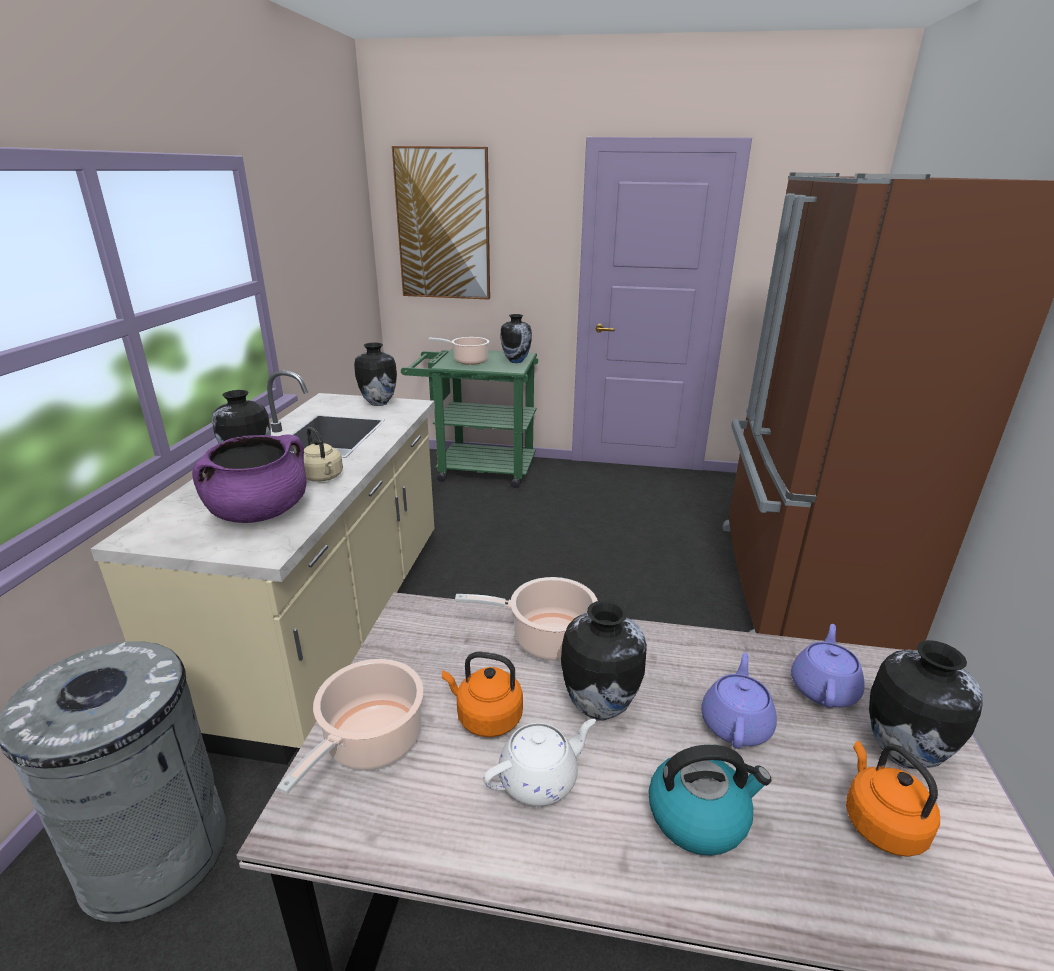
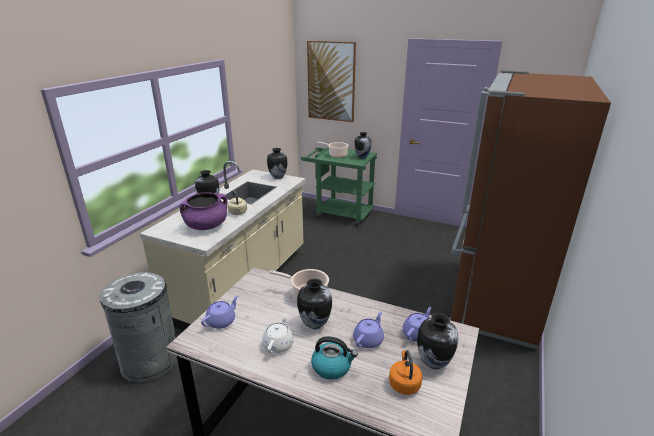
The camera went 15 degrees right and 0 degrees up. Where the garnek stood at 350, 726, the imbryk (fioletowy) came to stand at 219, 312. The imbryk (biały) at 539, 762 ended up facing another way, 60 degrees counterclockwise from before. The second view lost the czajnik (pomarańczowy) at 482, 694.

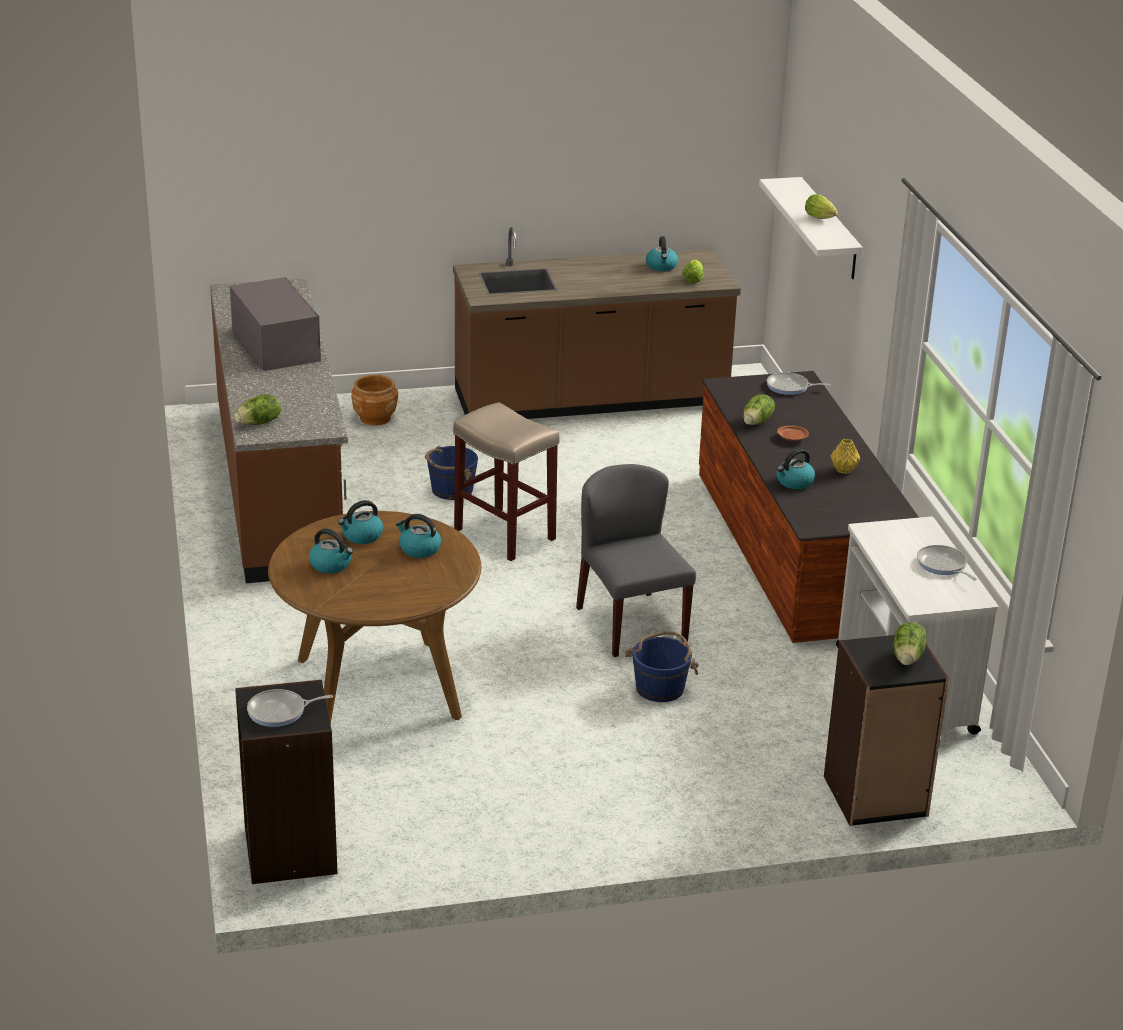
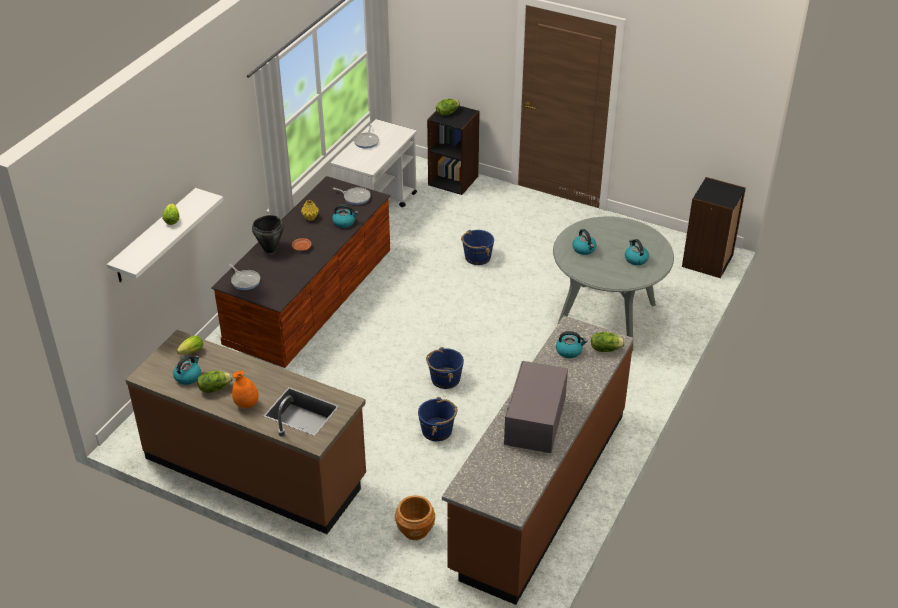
The camera went 140 degrees left and 10 degrees up. The sałata ended up elsewhere, having gone from 759, 409 to 215, 382. The second view gained the wazon (pomarańczowy) at 245, 389. The second view gained the garnek (czarny) at 268, 234. The patelnia ended up elsewhere, having gone from 290, 708 to 352, 196. Where the stołek (beżowy) stood at 506, 481, the wiadro (niebieski) came to stand at 445, 368. What was the stół jadalny (brązowy) at 374, 618 turned into the stół jadalny (szary) at 613, 283. The czajnik ended up elsewhere, having gone from 360, 522 to 571, 344. The second view lost the krzesło (szary) at 636, 560.

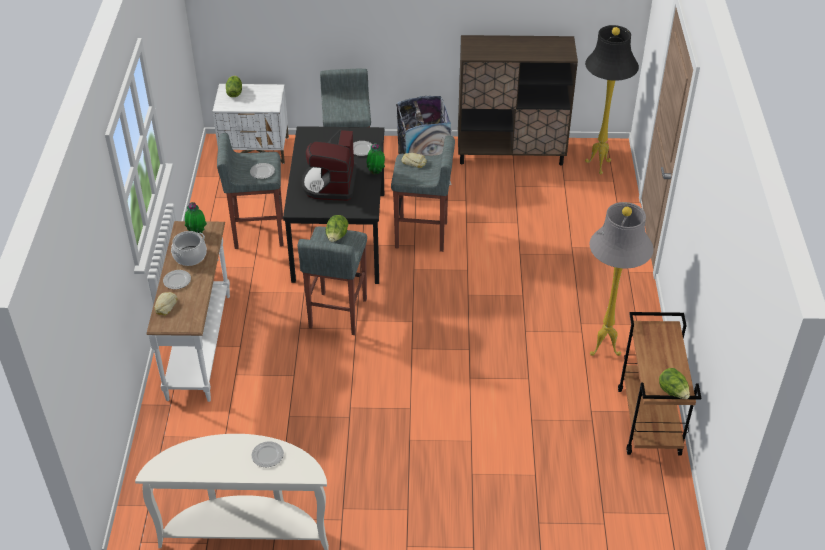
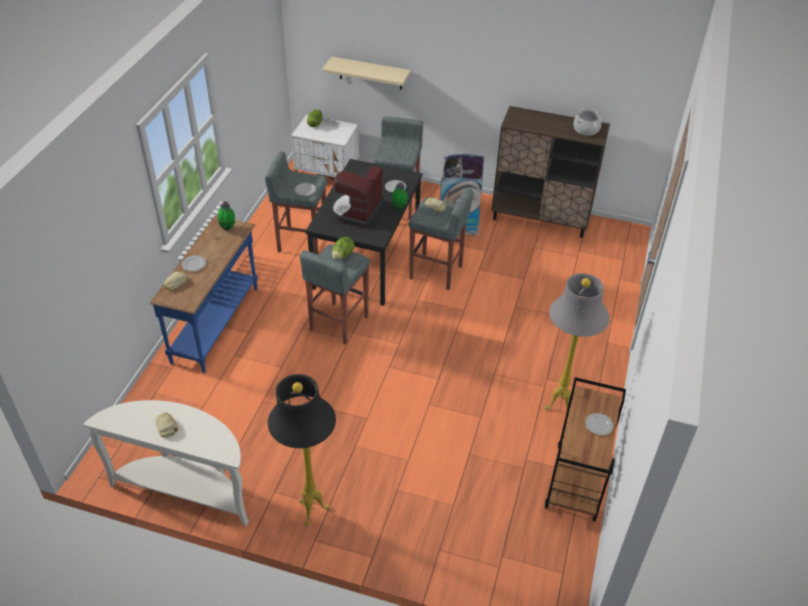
The camera went 15 degrees right and 0 degrees up. What was the stolik konsolowy (biały) at 188, 311 turned into the stolik konsolowy (niebieski) at 204, 294. The second view gained the chleb at 167, 424. The lampa stojąca (czarny) ended up elsewhere, having gone from 612, 99 to 302, 450. The second view gained the półka (beżowy) at 366, 73. The garnek ended up elsewhere, having gone from 189, 248 to 588, 122. The talerz ended up elsewhere, having gone from 267, 454 to 599, 424. The second view lost the sałata at 674, 383.

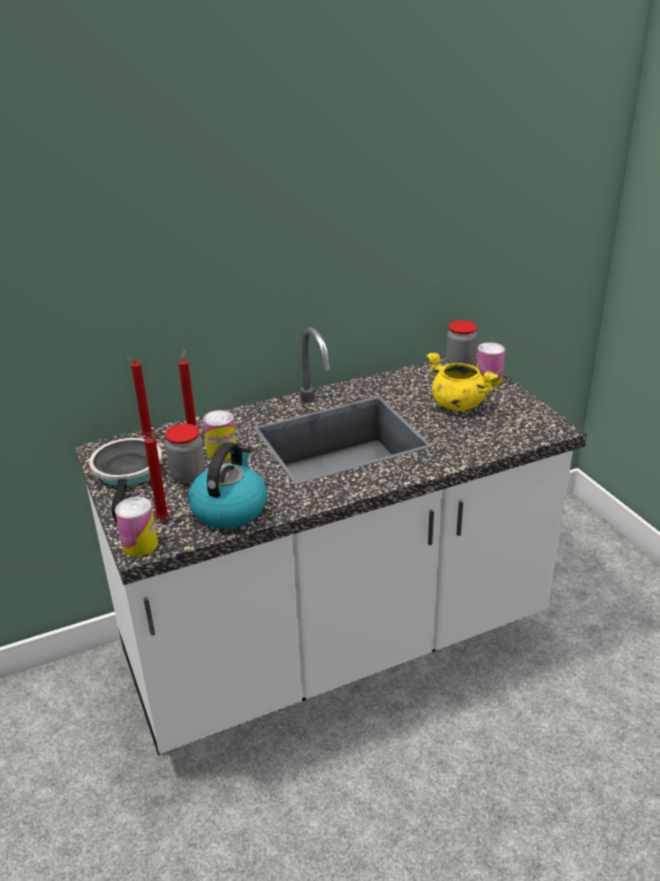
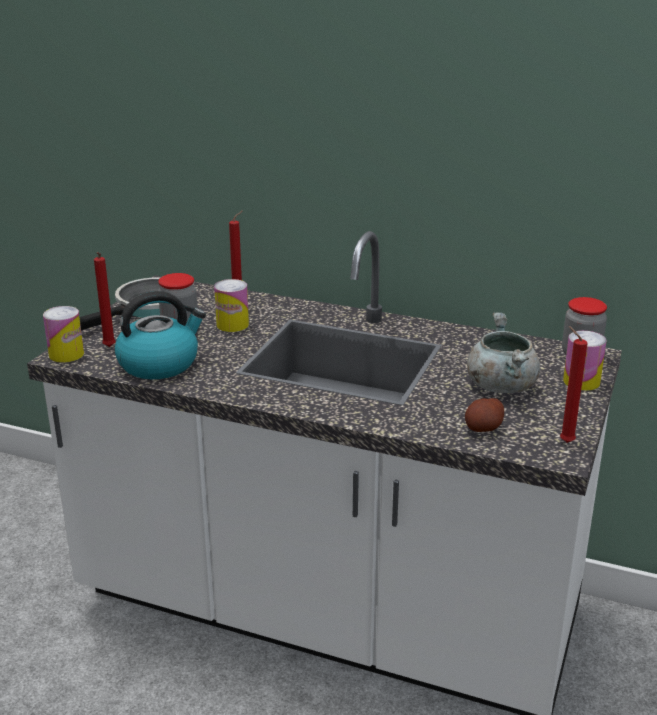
The camera went 45 degrees right and 5 degrees down. The second view gained the ziemniak at 484, 415. What was the garnek (żółty) at 462, 382 turned into the garnek (szary) at 503, 352. The świeca (czerwony) ended up elsewhere, having gone from 138, 396 to 574, 384.

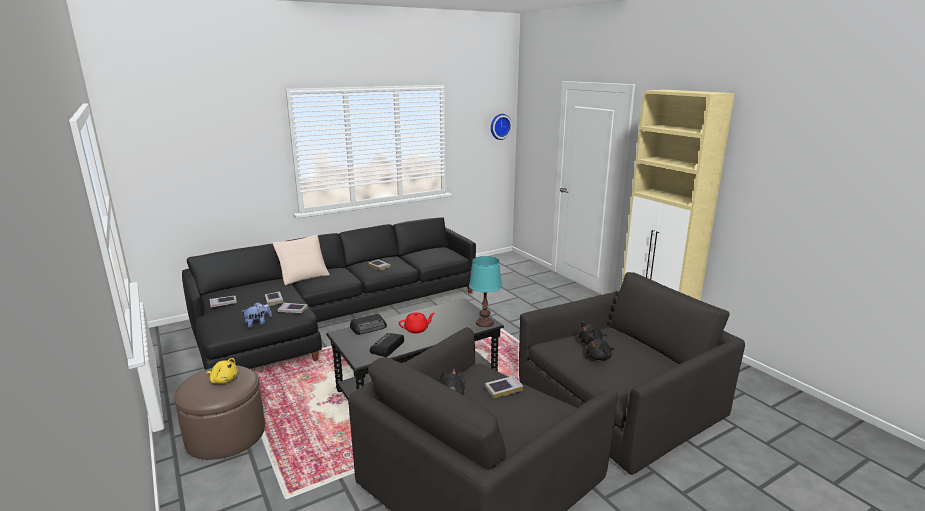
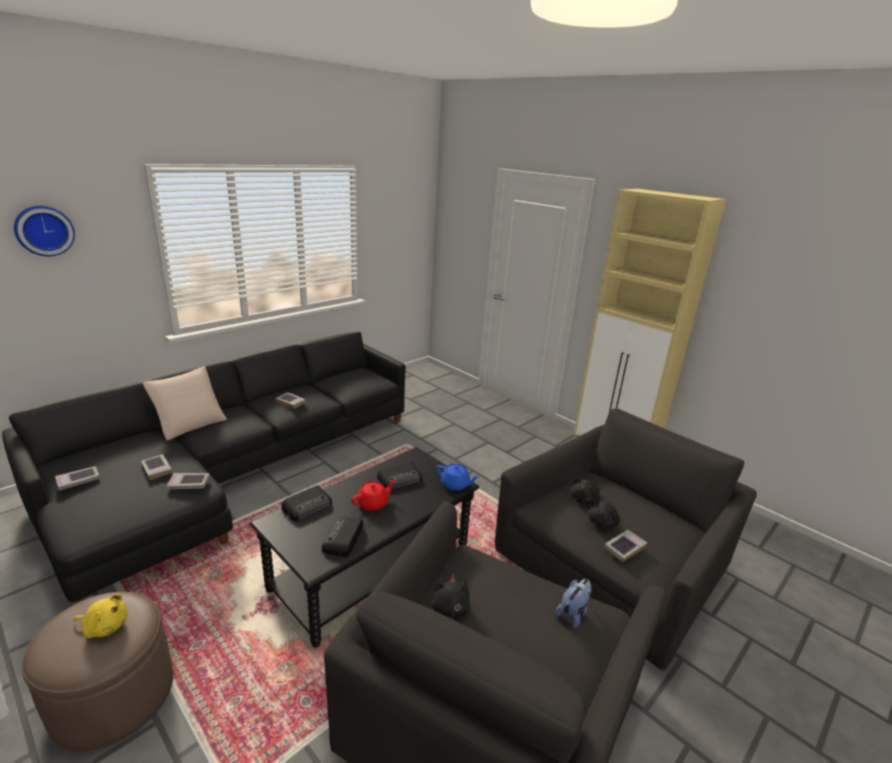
The camera went 15 degrees left and 5 degrees up. The zegar ścienny ended up elsewhere, having gone from 501, 127 to 44, 231. The second view gained the radio at 399, 475. Where the lampa stołowa (turkusowy) stood at 485, 292, the imbryk (niebieski) came to stand at 457, 477. The pluszak ended up elsewhere, having gone from 256, 315 to 573, 603. The książka ended up elsewhere, having gone from 504, 387 to 625, 546.

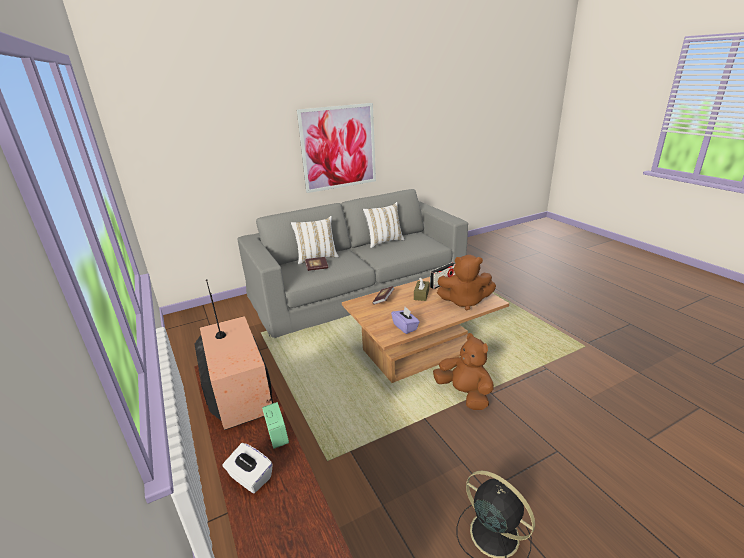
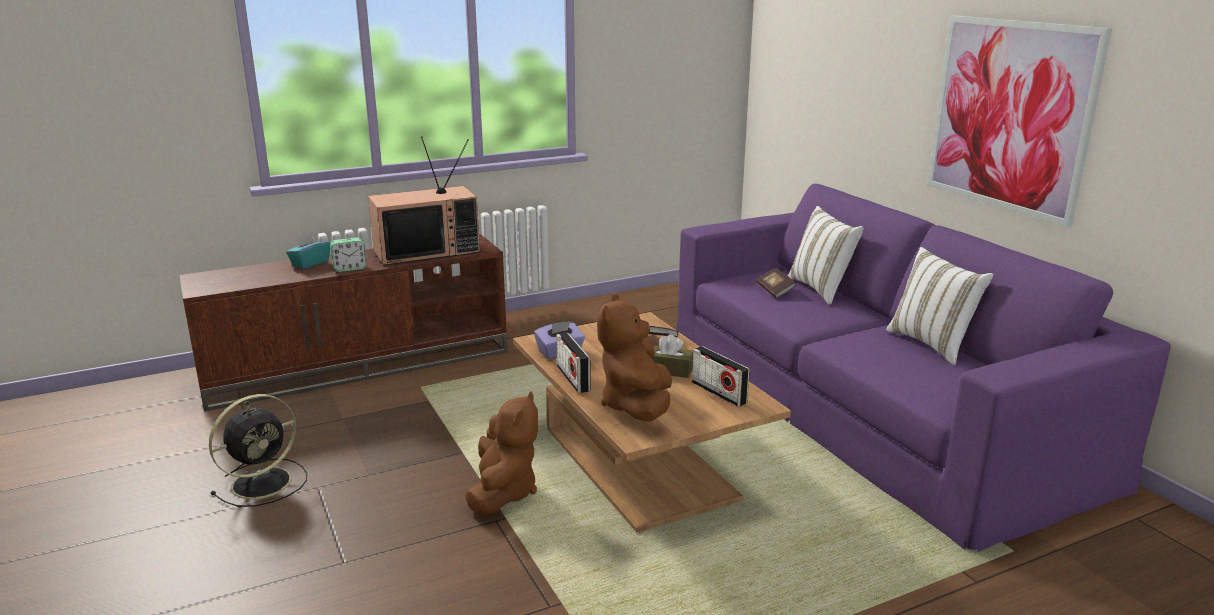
The camera went 90 degrees right and 5 degrees down. What was the pudełko chusteczek (biały) at 247, 468 turned into the pudełko chusteczek (turkusowy) at 308, 251. The pluszak (brązowy) at 463, 371 ended up facing another way, 45 degrees counterclockwise from before. The second view gained the radio at 573, 363. What was the kanapa (szary) at 353, 263 turned into the kanapa (fioletowy) at 923, 368.

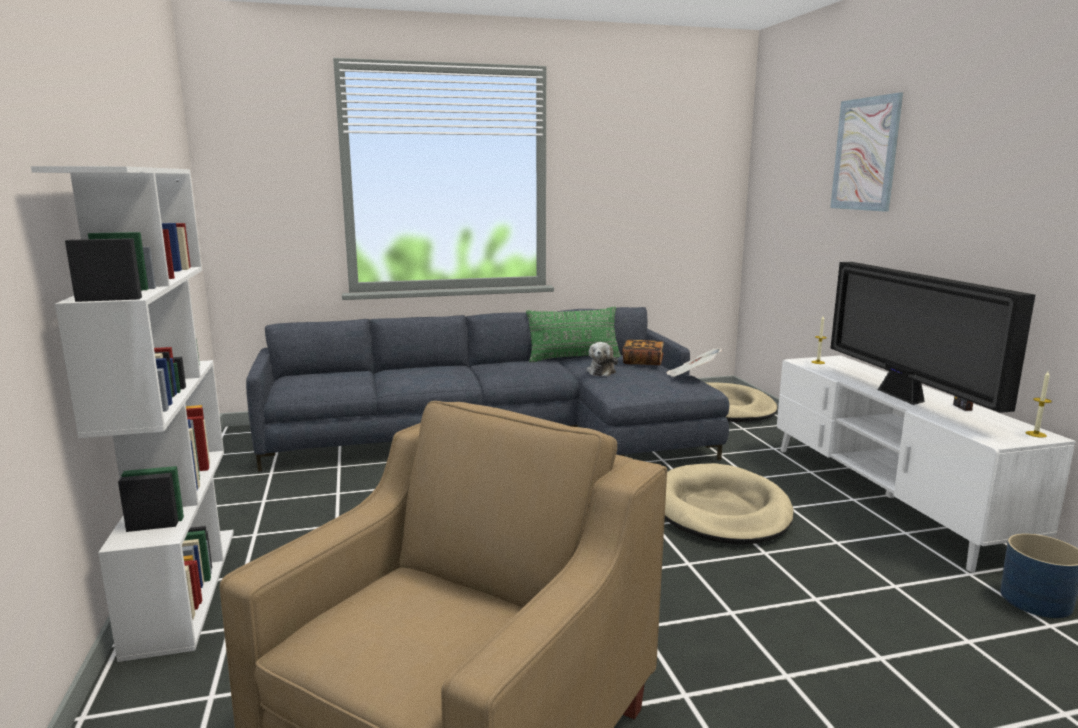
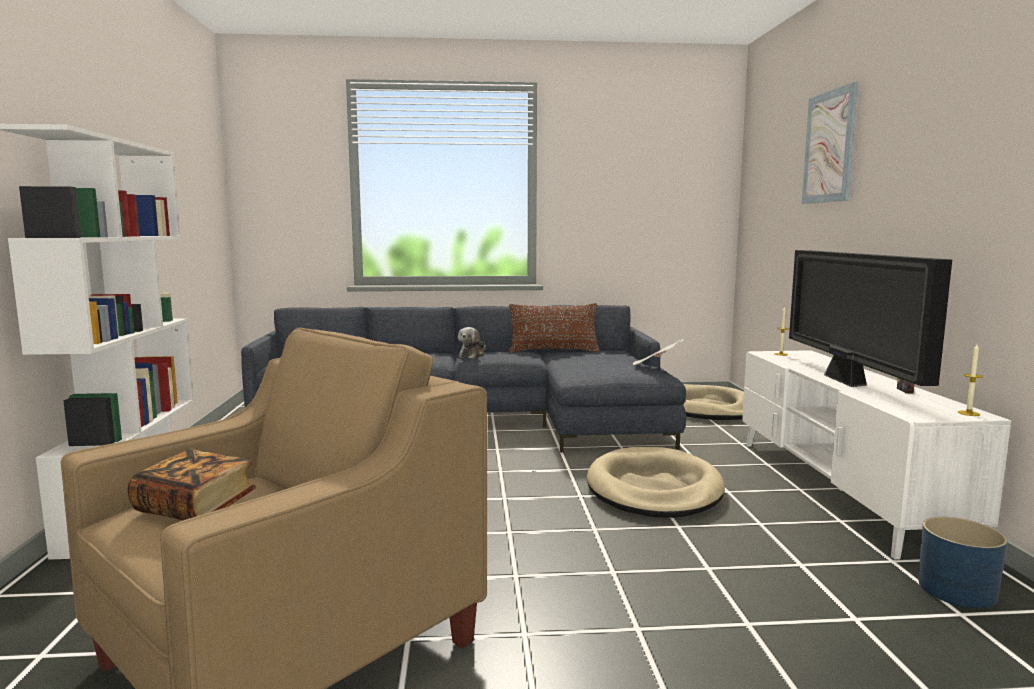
The camera went 10 degrees right and 5 degrees down. The książka ended up elsewhere, having gone from 643, 352 to 191, 484. The pluszak ended up elsewhere, having gone from 602, 359 to 472, 343. What was the poduszka (zielony) at 573, 334 turned into the poduszka (brązowy) at 554, 327.

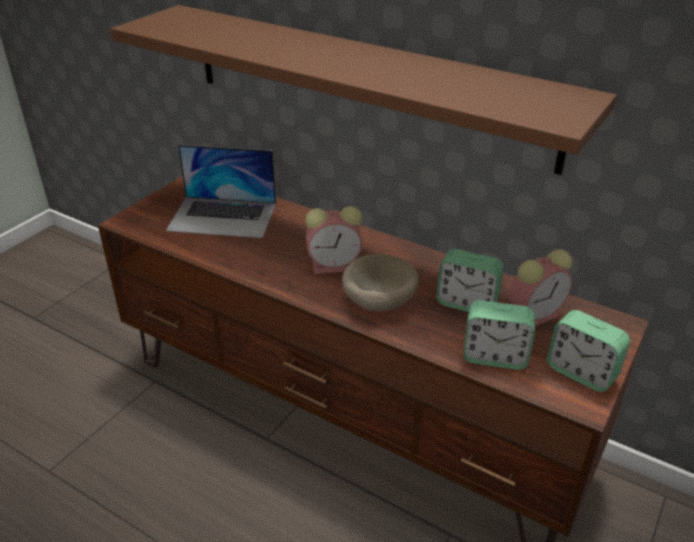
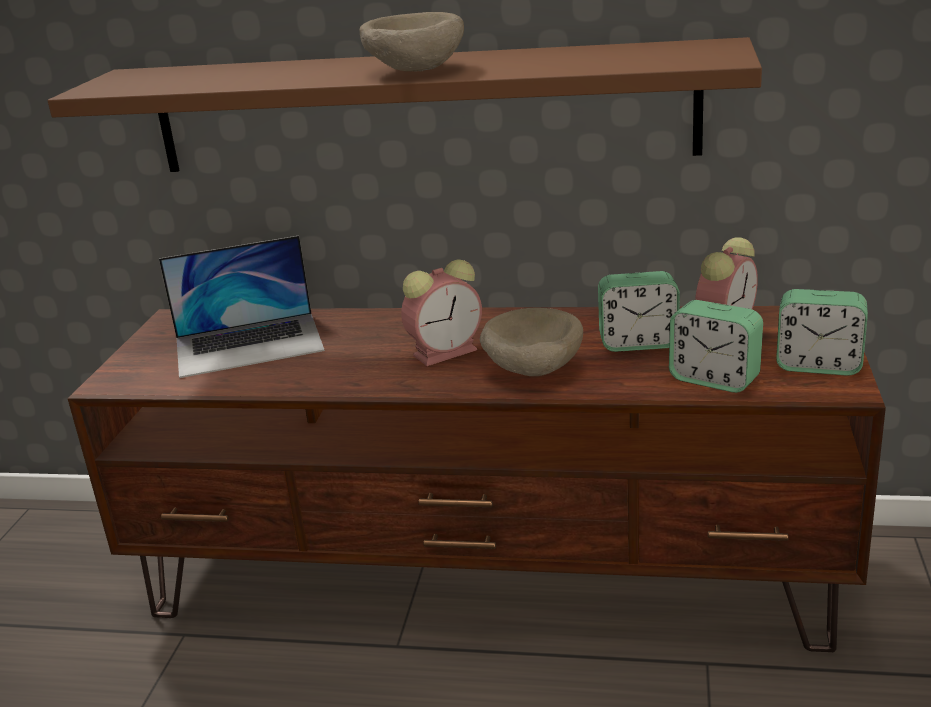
The camera went 20 degrees left and 10 degrees down. The second view gained the miska (beżowy) at 412, 41. The budzik at 499, 335 ended up facing another way, 45 degrees clockwise from before.

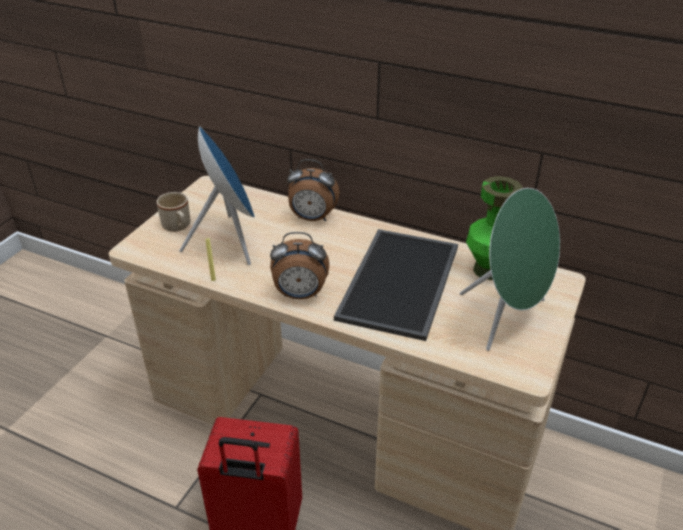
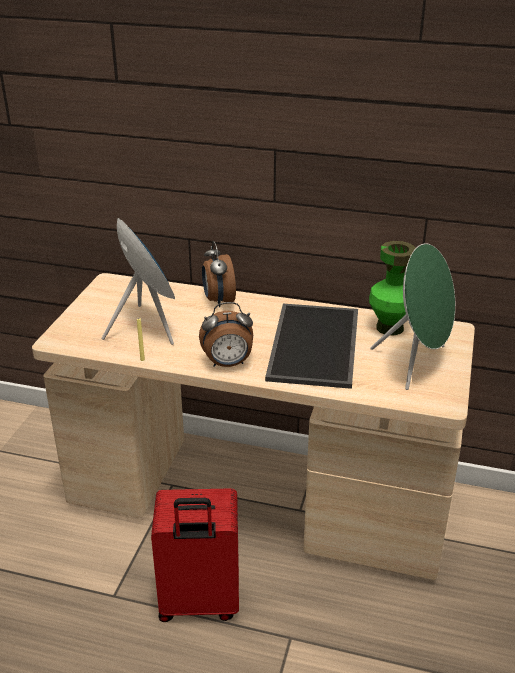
The camera went 10 degrees left and 5 degrees down. The budzik at 313, 190 ended up facing another way, 75 degrees clockwise from before. The second view lost the kubek (beżowy) at 173, 212.

